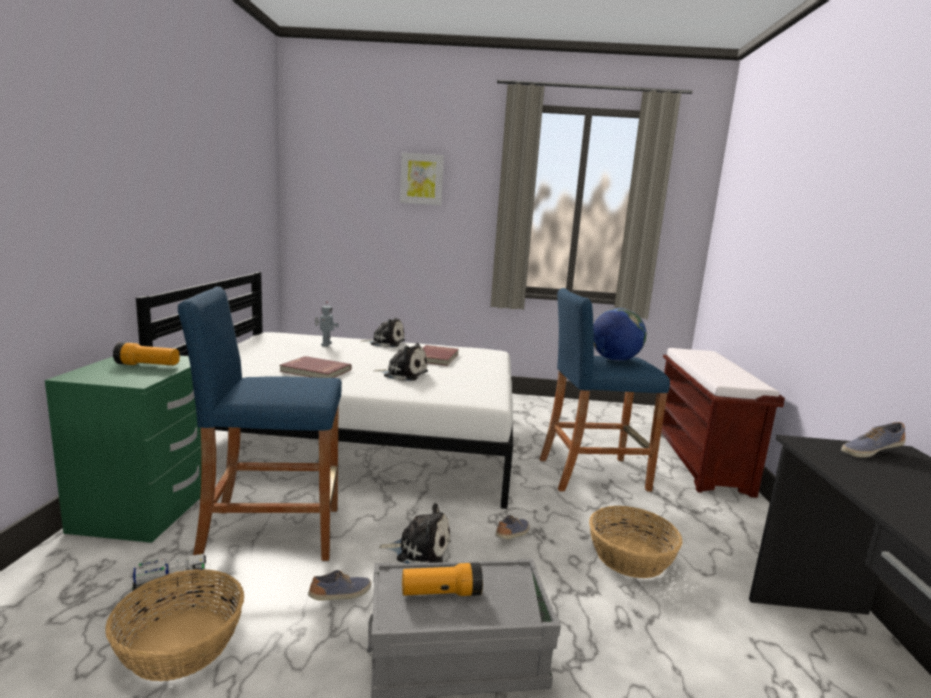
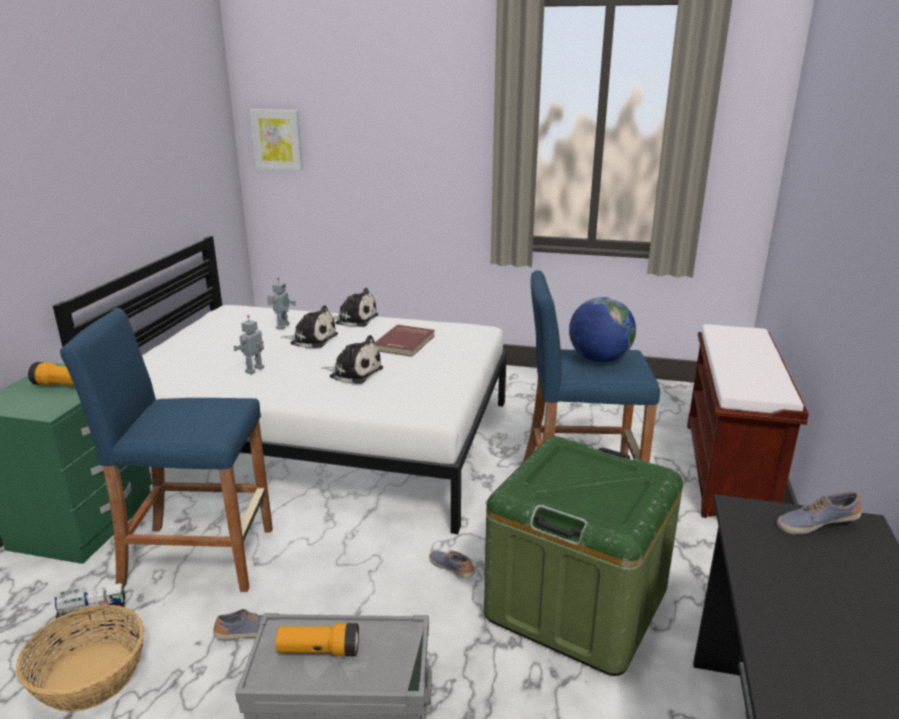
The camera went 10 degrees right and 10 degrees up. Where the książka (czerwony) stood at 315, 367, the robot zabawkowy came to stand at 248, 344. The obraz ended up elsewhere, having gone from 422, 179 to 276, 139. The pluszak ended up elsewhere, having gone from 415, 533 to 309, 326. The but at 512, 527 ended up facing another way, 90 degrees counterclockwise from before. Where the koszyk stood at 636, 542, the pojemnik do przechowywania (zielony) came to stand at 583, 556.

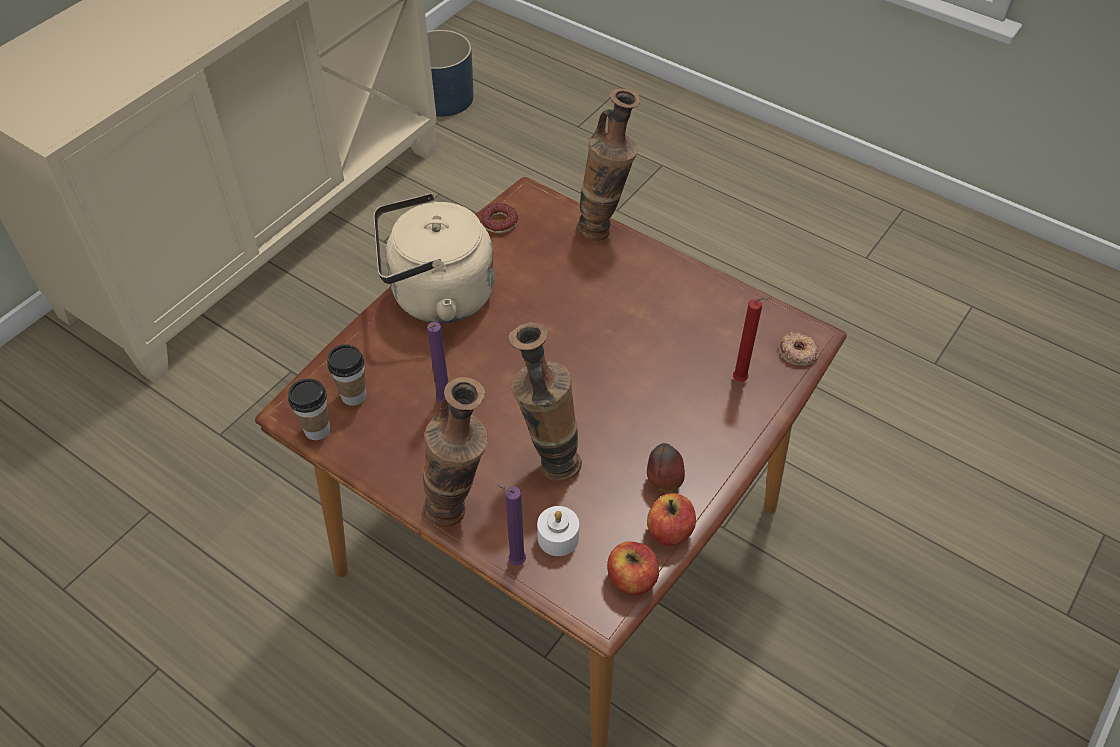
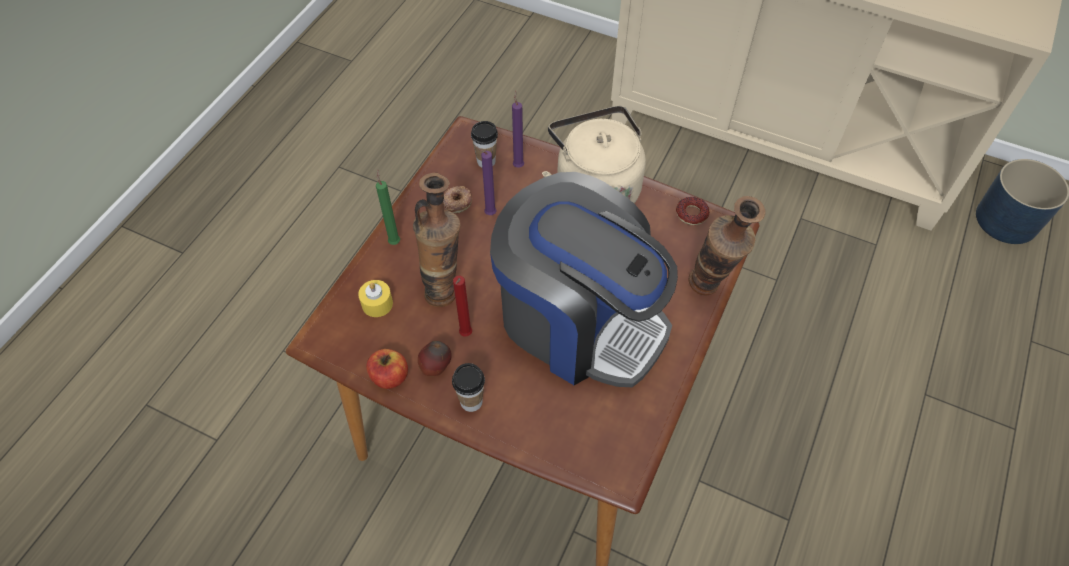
The camera went 80 degrees right and 5 degrees up. What was the świeca (biały) at 558, 531 turned into the świeca (żółty) at 375, 298. Where the wazon stood at 455, 452, the świeca (zielony) came to stand at 388, 207. The donut ended up elsewhere, having gone from 799, 349 to 457, 199. The filiżanka ended up elsewhere, having gone from 309, 409 to 468, 387. The świeca (czerwony) ended up elsewhere, having gone from 752, 339 to 462, 306. The second view gained the ekspres do kawy at 584, 279. The świeca (fioletowy) ended up elsewhere, having gone from 511, 524 to 518, 129. The second view lost the jabłko at 633, 568.

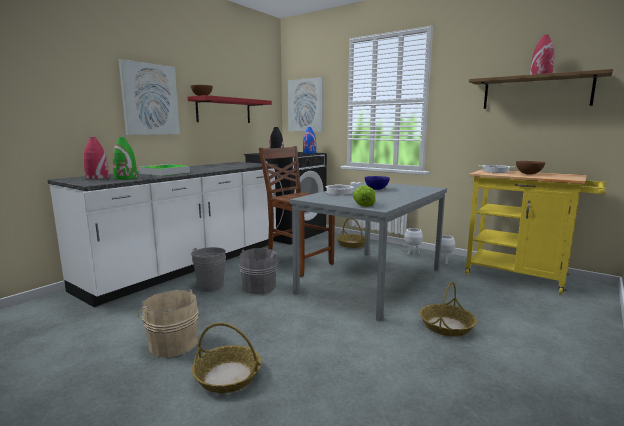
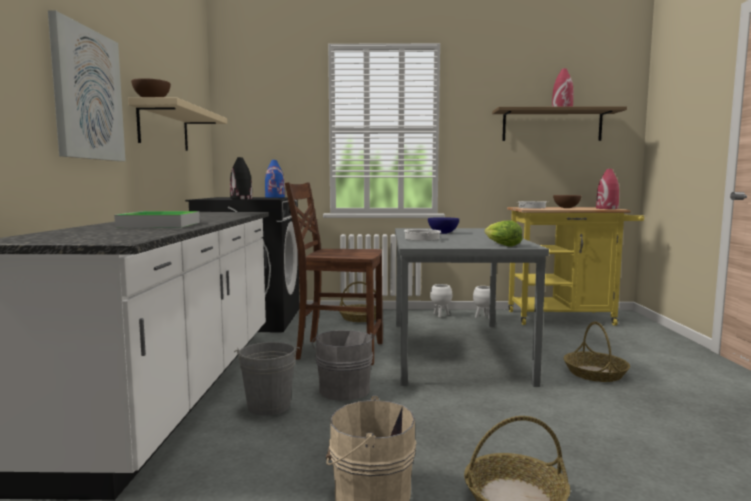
The camera went 35 degrees left and 5 degrees down. What was the półka (czerwony) at 230, 109 turned into the półka (beżowy) at 177, 124. The wazon (czerwony) ended up elsewhere, having gone from 96, 158 to 607, 189. The second view lost the wazon (zielony) at 124, 158. The second view lost the obraz at 306, 104.

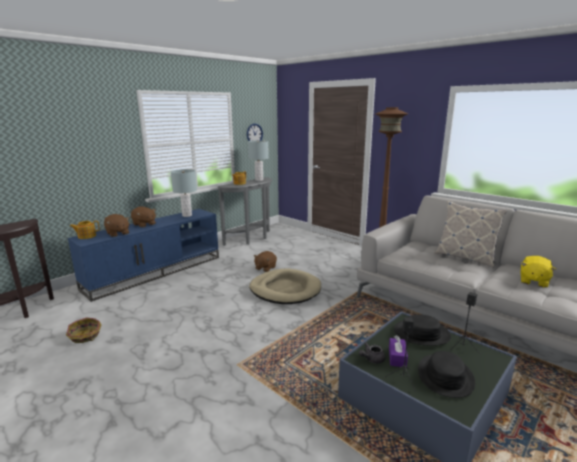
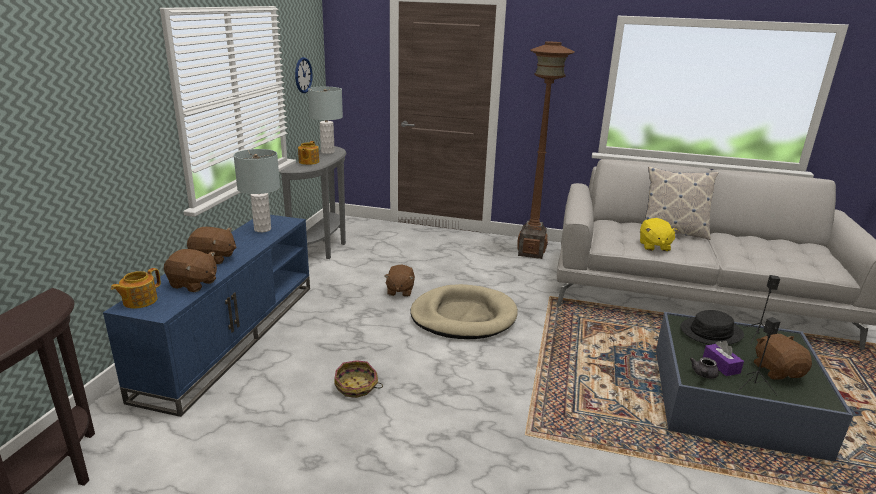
The camera went 30 degrees left and 5 degrees up. The koszyk ended up elsewhere, having gone from 83, 330 to 358, 379. The pluszak (żółty) ended up elsewhere, having gone from 538, 272 to 659, 234. Where the kapelusz (czarny) stood at 446, 374, the pluszak (brązowy) came to stand at 783, 357.

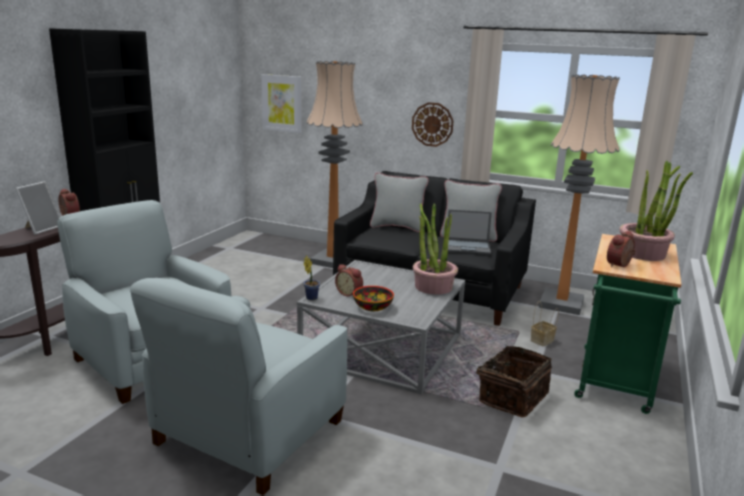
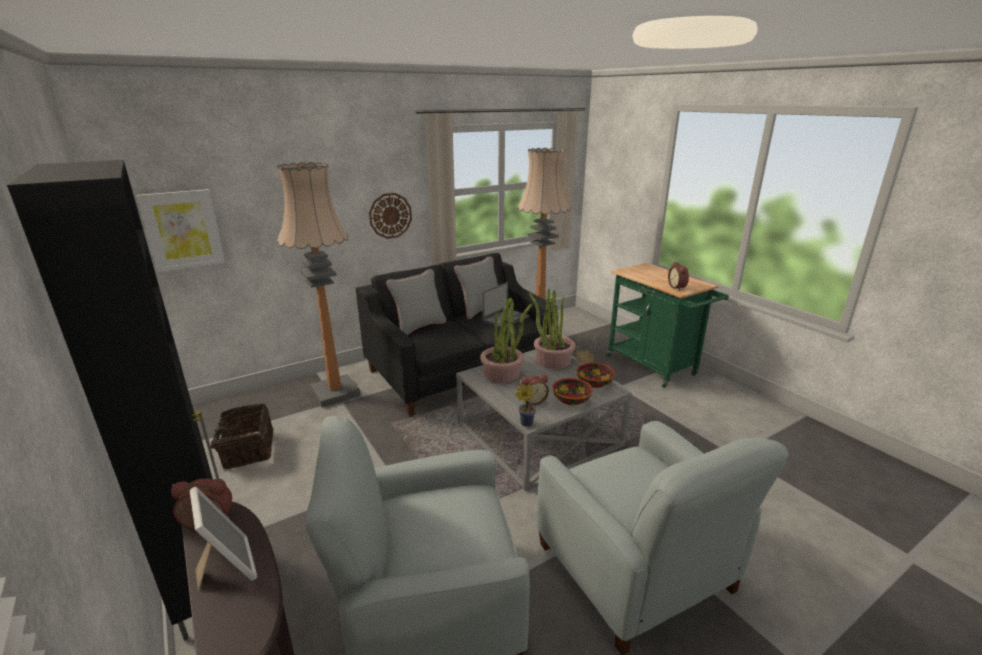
The camera went 55 degrees left and 5 degrees up. The koszyk ended up elsewhere, having gone from 510, 381 to 237, 436. The roślina doniczkowa ended up elsewhere, having gone from 656, 211 to 506, 340. The second view gained the miska at 596, 375.

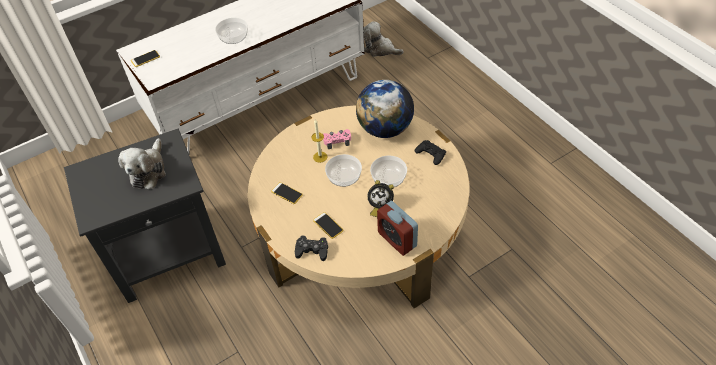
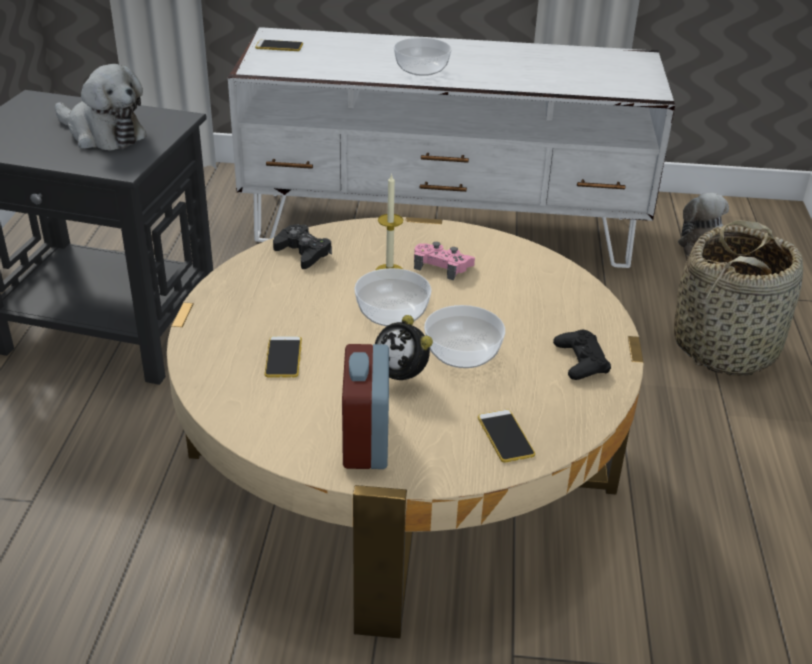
The camera went 35 degrees right and 15 degrees down. The pluszak at 142, 163 ended up facing another way, 105 degrees counterclockwise from before. The pad do gier (czarny) ended up elsewhere, having gone from 311, 248 to 302, 247. The telefon ended up elsewhere, having gone from 287, 193 to 506, 436. The second view gained the koszyk at 738, 298. The second view lost the globus at 385, 109.

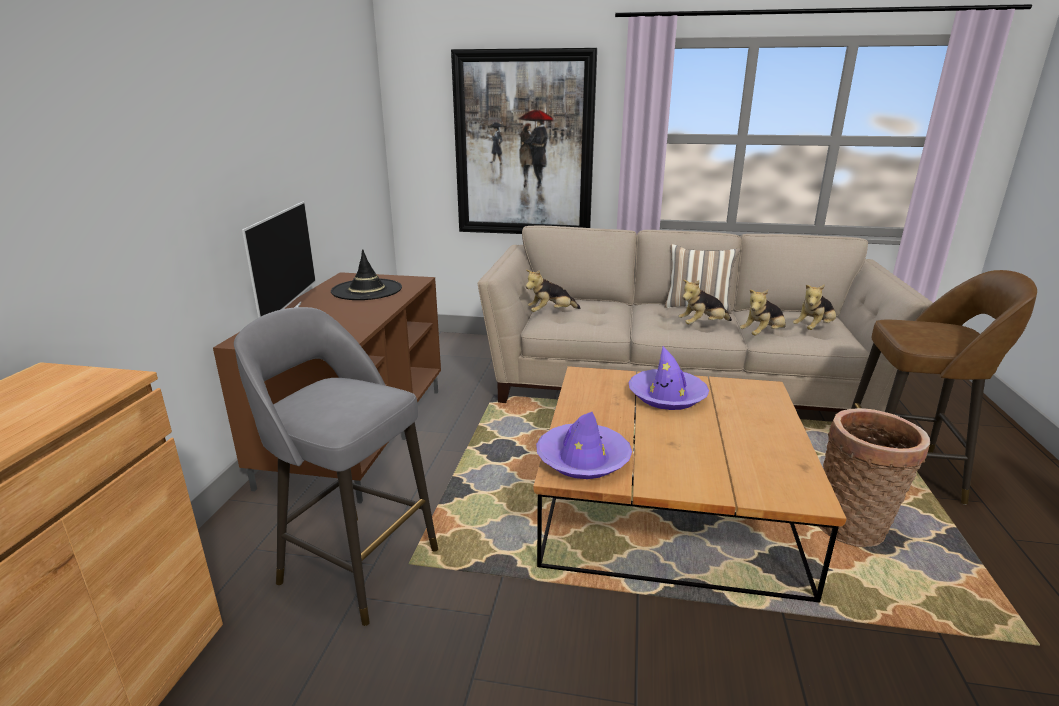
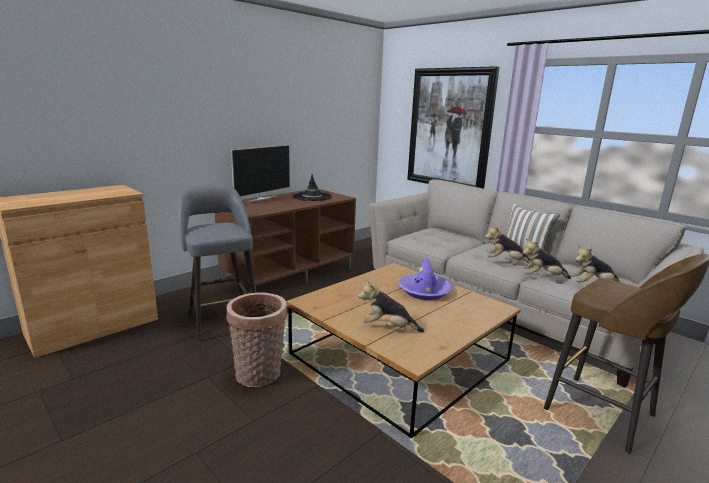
The camera went 35 degrees right and 5 degrees down. The koszyk ended up elsewhere, having gone from 874, 477 to 256, 339. The pluszak ended up elsewhere, having gone from 552, 291 to 391, 305. The second view lost the kapelusz (fioletowy) at 584, 445.

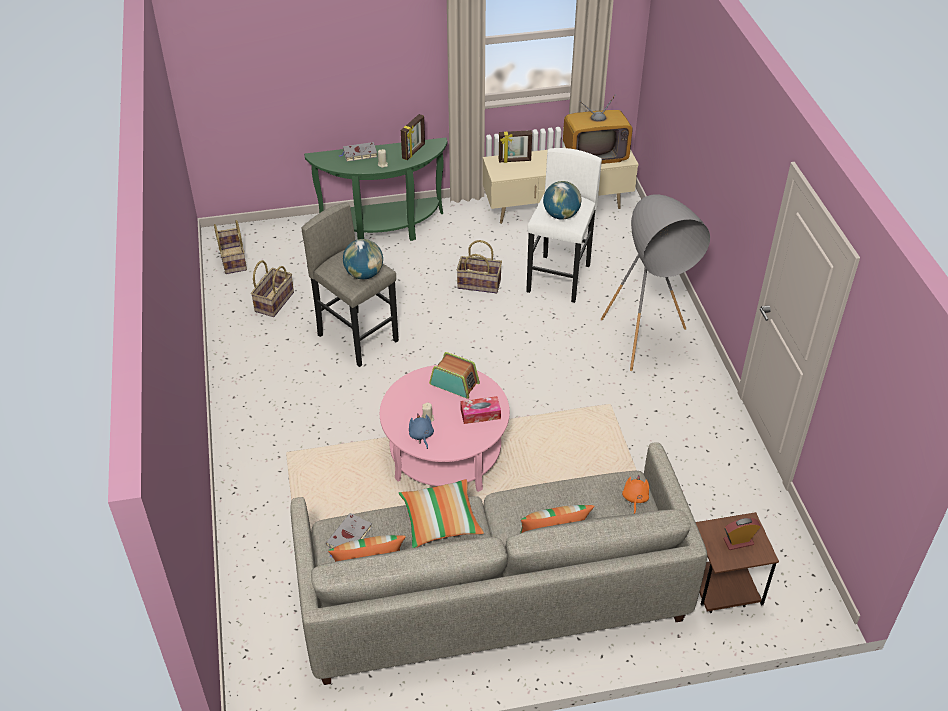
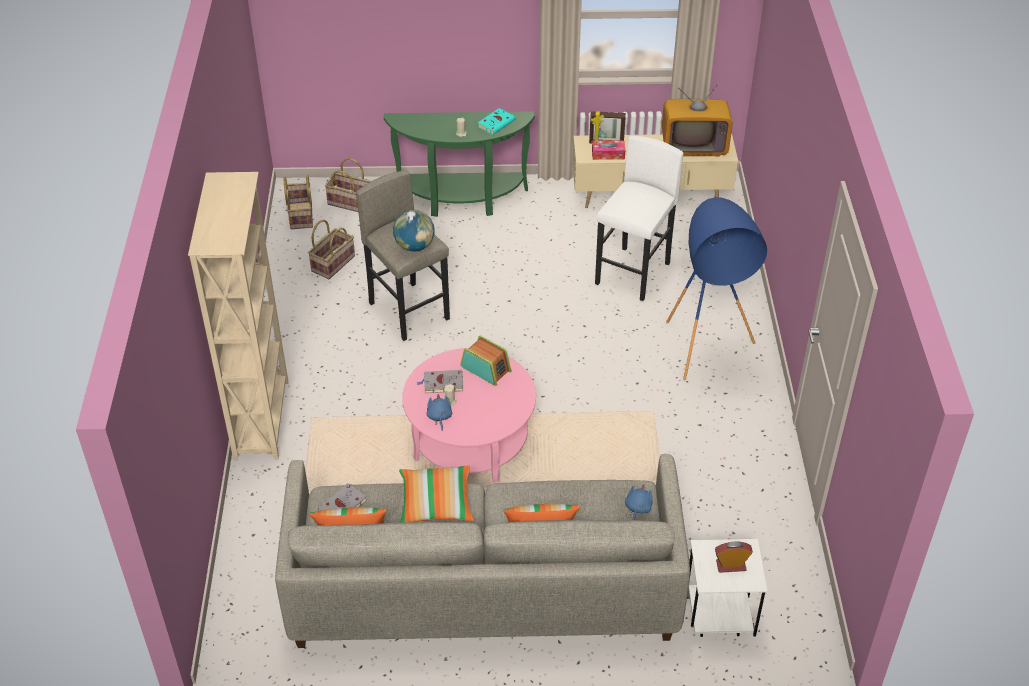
The camera went 10 degrees right and 0 degrees up. The second view gained the regał (beżowy) at 238, 316. The koszyk ended up elsewhere, having gone from 479, 266 to 348, 185. The książka (szary) ended up elsewhere, having gone from 357, 152 to 440, 381. Where the ramka na zdjęcie stood at 413, 137, the książka (turkusowy) came to stand at 496, 121. The pudełko chusteczek ended up elsewhere, having gone from 481, 410 to 608, 150. What was the pluszak (pomarańczowy) at 635, 494 turned into the pluszak (niebieski) at 639, 502. What was the lampa stojąca (szary) at 655, 282 turned into the lampa stojąca (niebieski) at 716, 288. What was the stolik (brązowy) at 737, 562 turned into the stolik (biały) at 727, 588. The second view lost the globus at 562, 200.

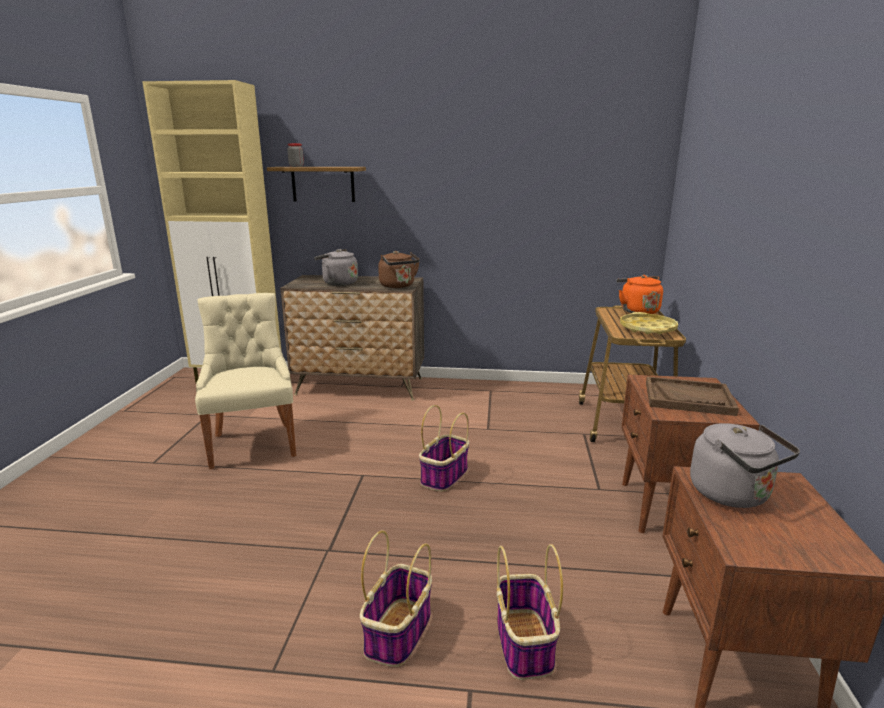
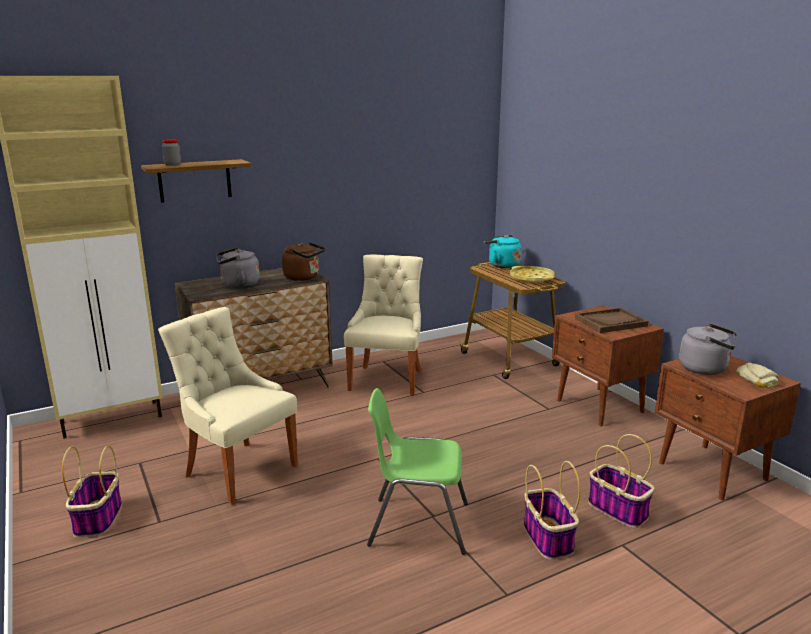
The camera went 35 degrees left and 0 degrees up. The koszyk ended up elsewhere, having gone from 444, 448 to 92, 492. The second view gained the krzesło (beżowy) at 383, 325. The second view gained the krzesło (zielony) at 417, 471. What was the czajnik (pomarańczowy) at 639, 294 turned into the czajnik (turkusowy) at 503, 251. The second view gained the chleb at 758, 375.

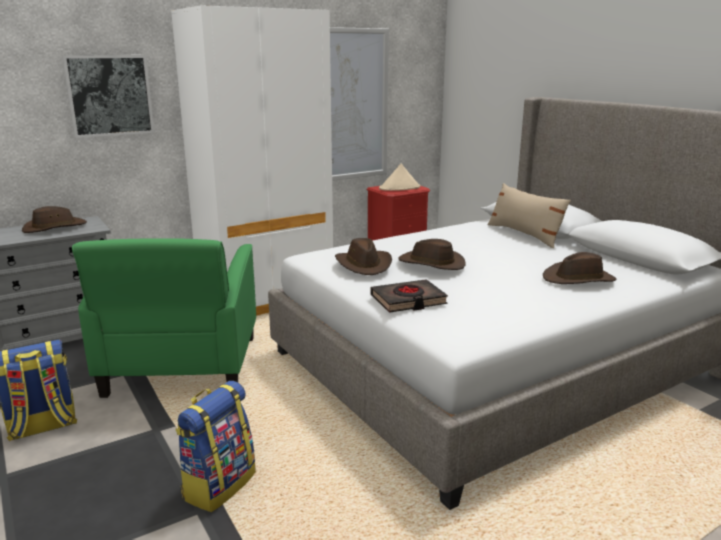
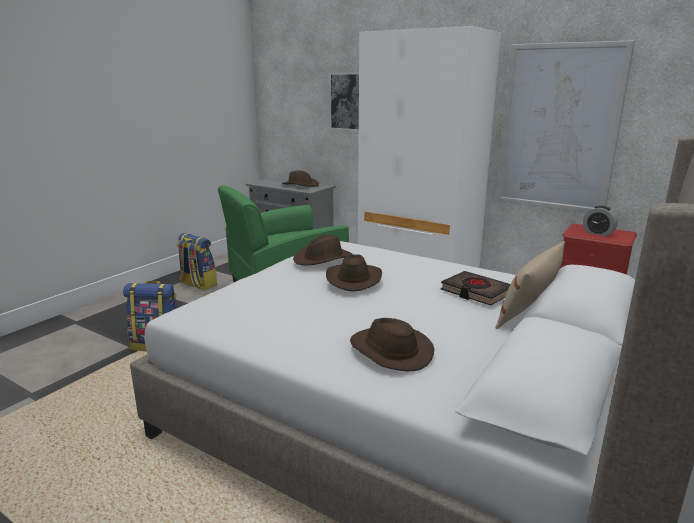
The camera went 65 degrees right and 0 degrees up. The książka (czarny) ended up elsewhere, having gone from 409, 296 to 475, 288. Where the kapelusz (beżowy) stood at 400, 177, the budzik came to stand at 600, 221.

